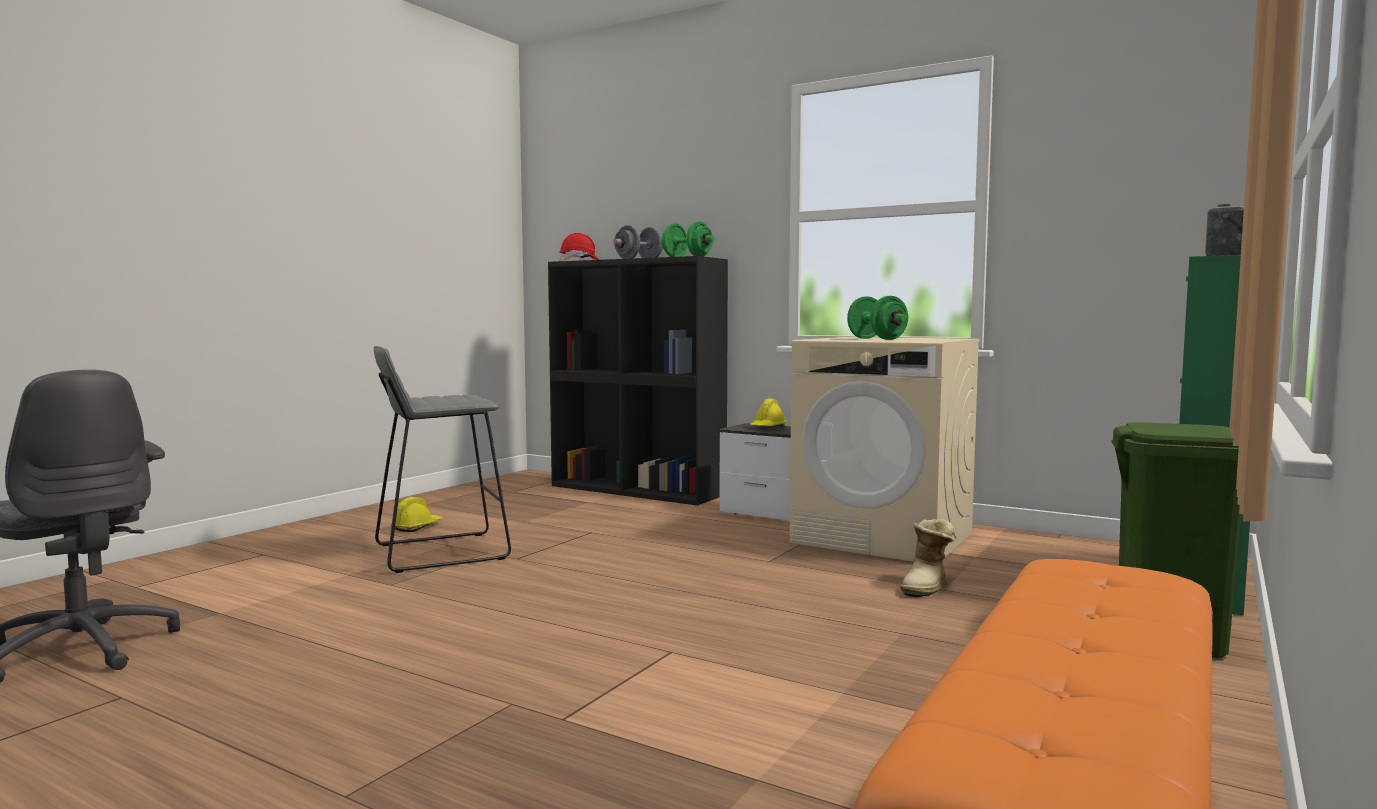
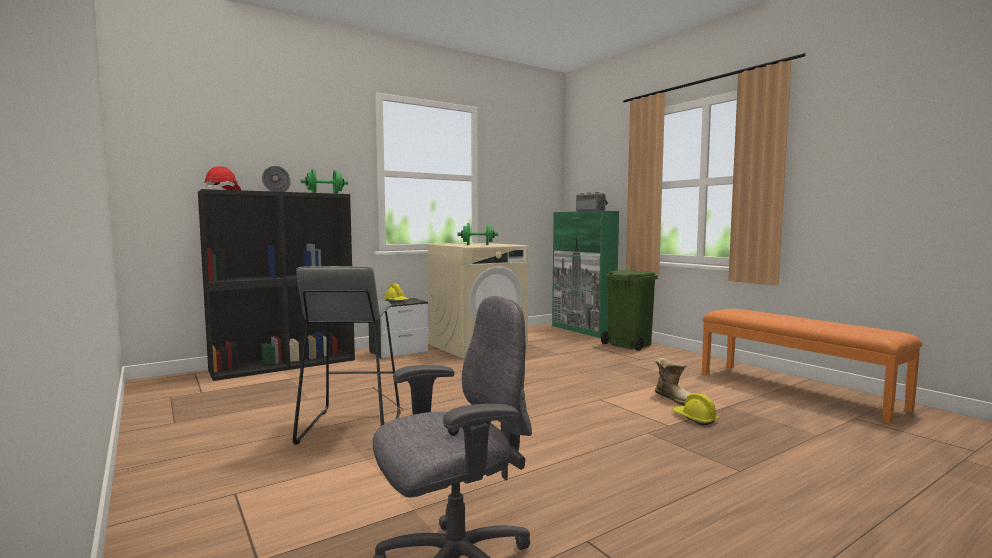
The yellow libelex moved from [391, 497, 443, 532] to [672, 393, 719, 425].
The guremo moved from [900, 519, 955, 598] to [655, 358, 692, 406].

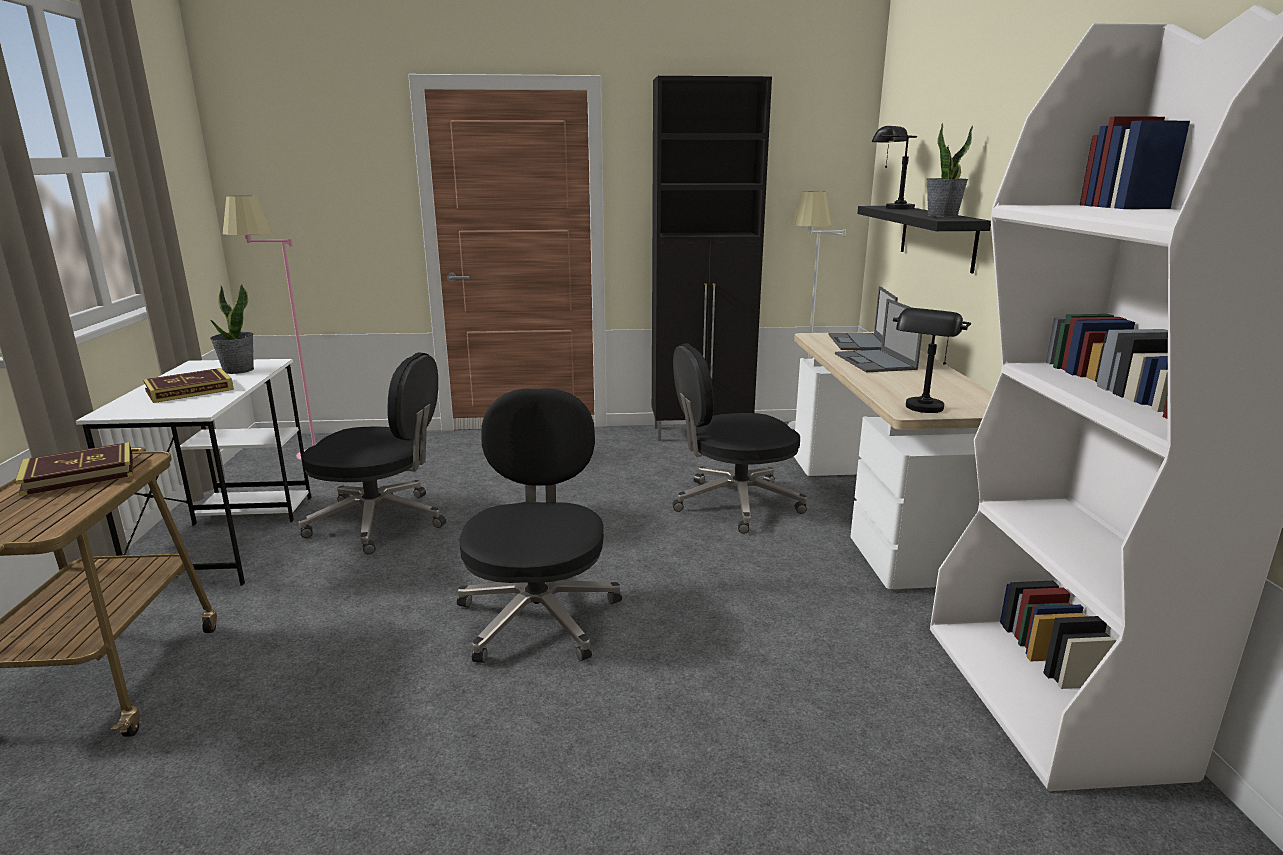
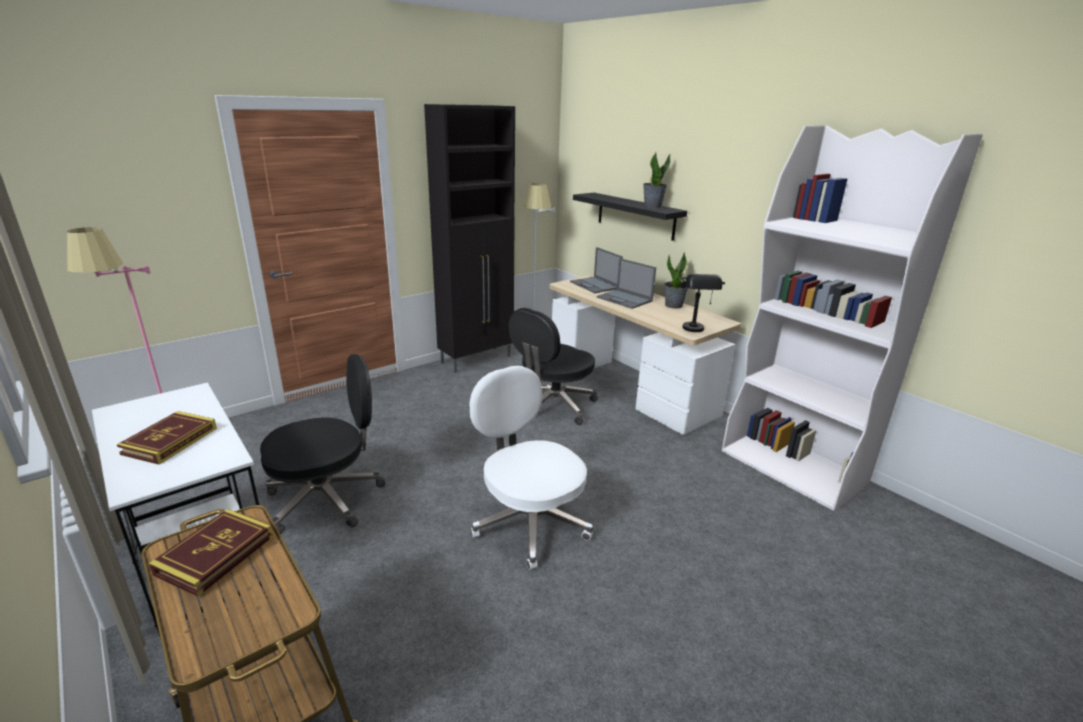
The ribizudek moved from [210, 284, 254, 374] to [664, 252, 688, 309].
The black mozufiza at [457, 388, 622, 663] became the white mozufiza at [470, 366, 593, 570].
The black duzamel at [872, 126, 917, 209] disappeared.

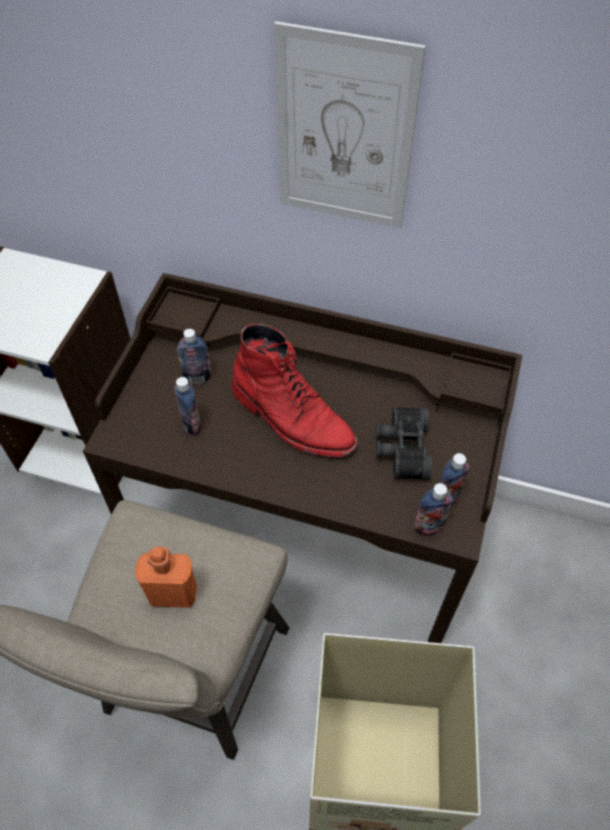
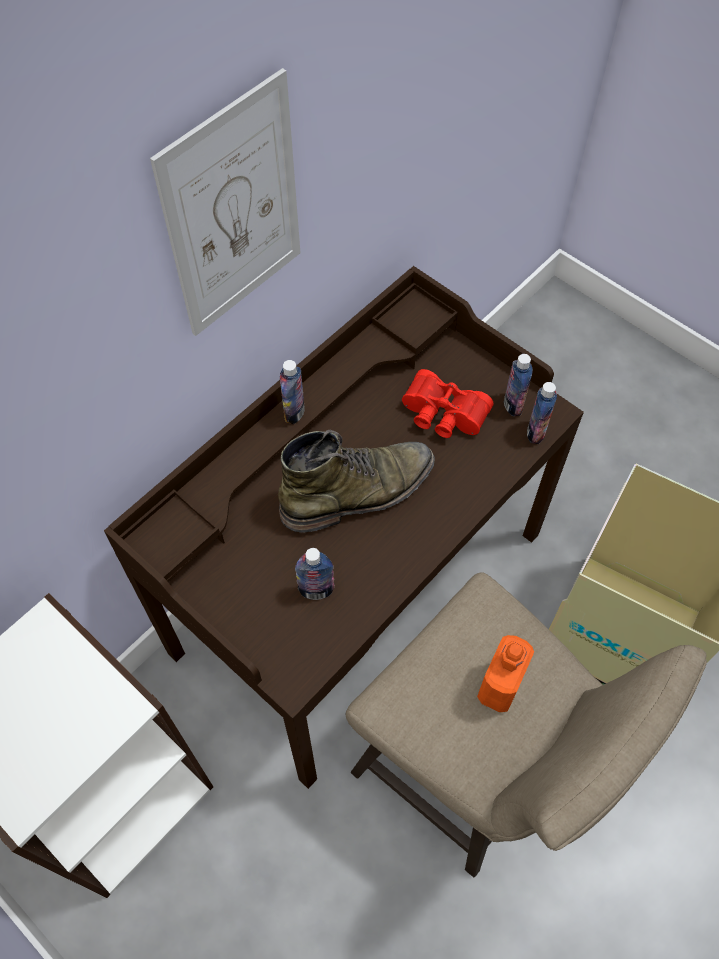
The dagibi moved from [177, 329, 212, 384] to [280, 360, 305, 424].
The red guremo at [232, 324, 357, 457] became the green guremo at [278, 430, 435, 533].
The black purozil at [375, 407, 432, 480] became the red purozil at [402, 369, 494, 438].

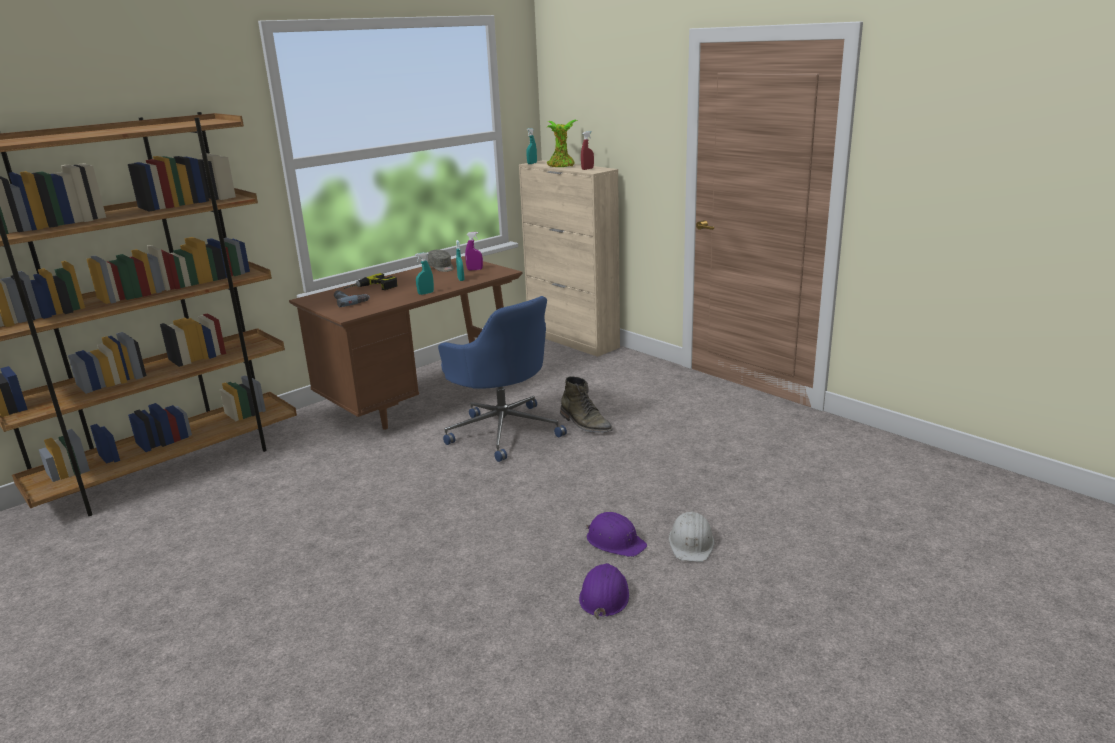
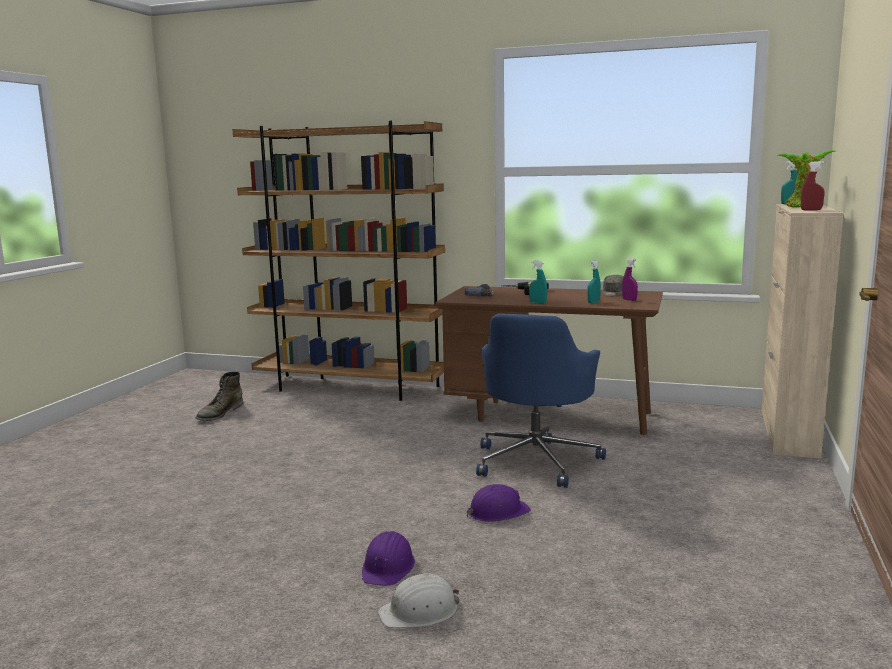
The green guremo moved from [560, 376, 613, 433] to [195, 371, 243, 421].
The purple libelex moved from [579, 563, 629, 620] to [467, 484, 531, 522].

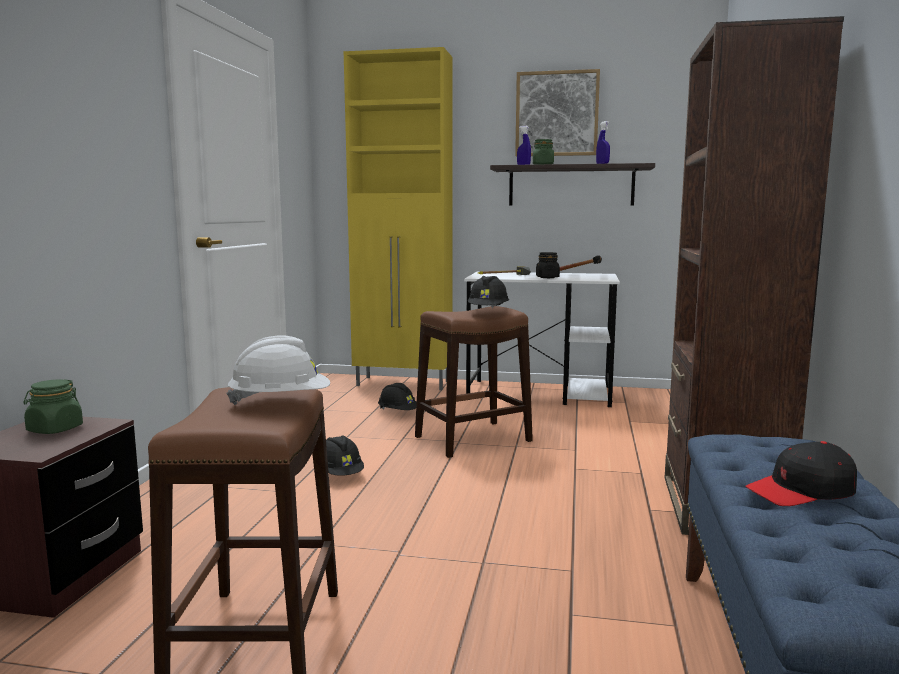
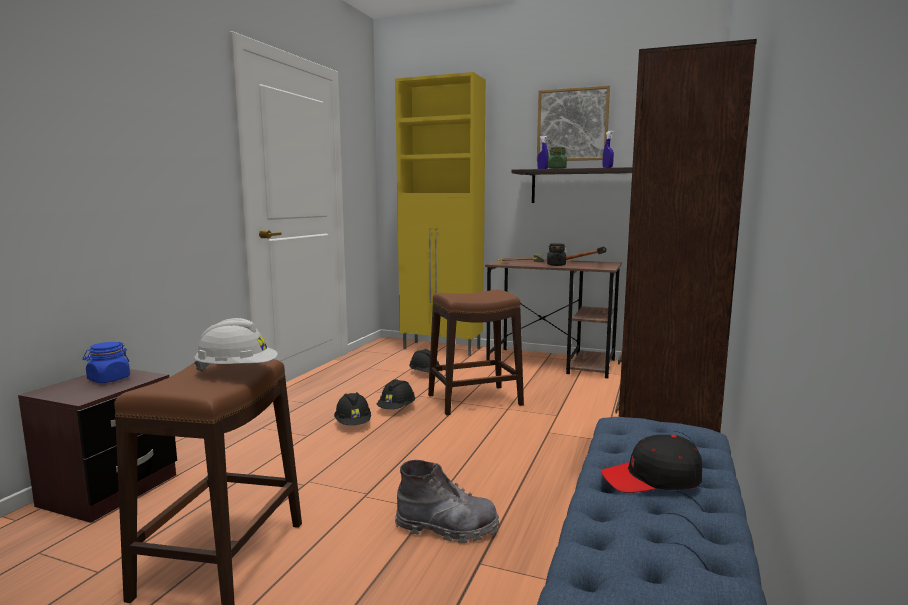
The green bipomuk at [23, 379, 83, 434] became the blue bipomuk at [83, 342, 130, 383].
The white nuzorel at [464, 272, 620, 407] became the brown nuzorel at [485, 258, 622, 379].
The black libelex moved from [468, 276, 509, 308] to [377, 379, 415, 409].
The grey guremo at [395, 460, 499, 543] appeared.

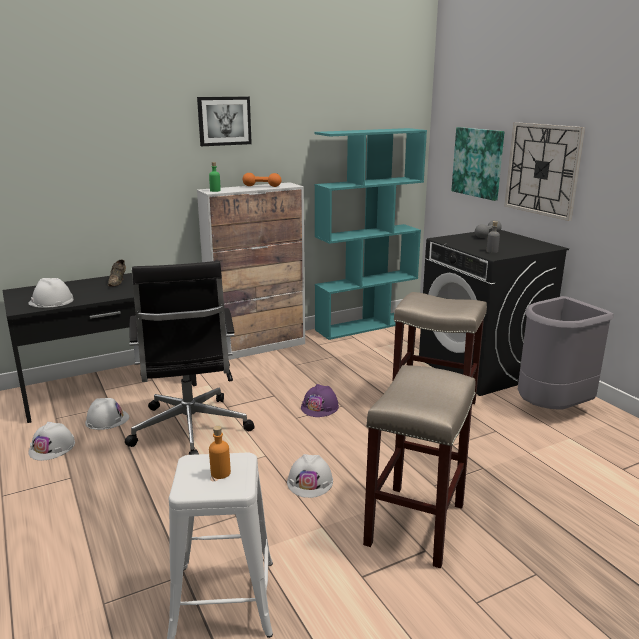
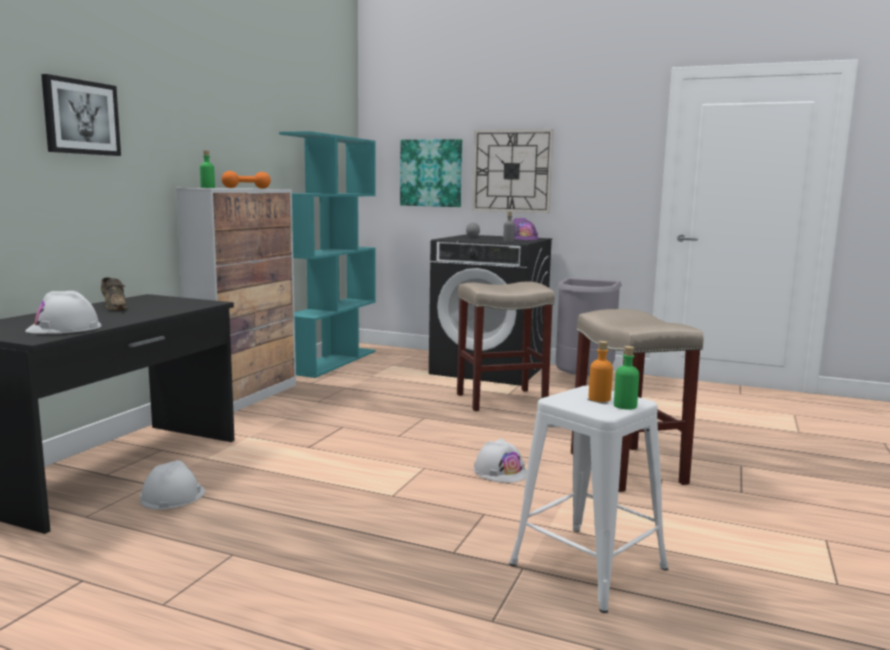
The white libelex at [28, 422, 75, 461] disappeared.
The black mozufiza at [125, 261, 255, 455] disappeared.
The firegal moved from [197, 97, 252, 146] to [41, 74, 121, 156].
The purple libelex moved from [301, 384, 339, 417] to [512, 218, 539, 240].
The green dagibi at [614, 346, 639, 410] appeared.

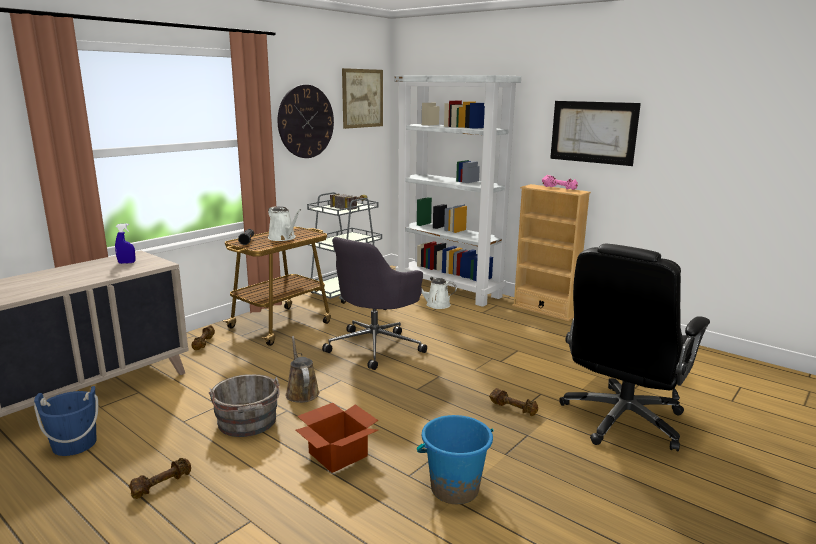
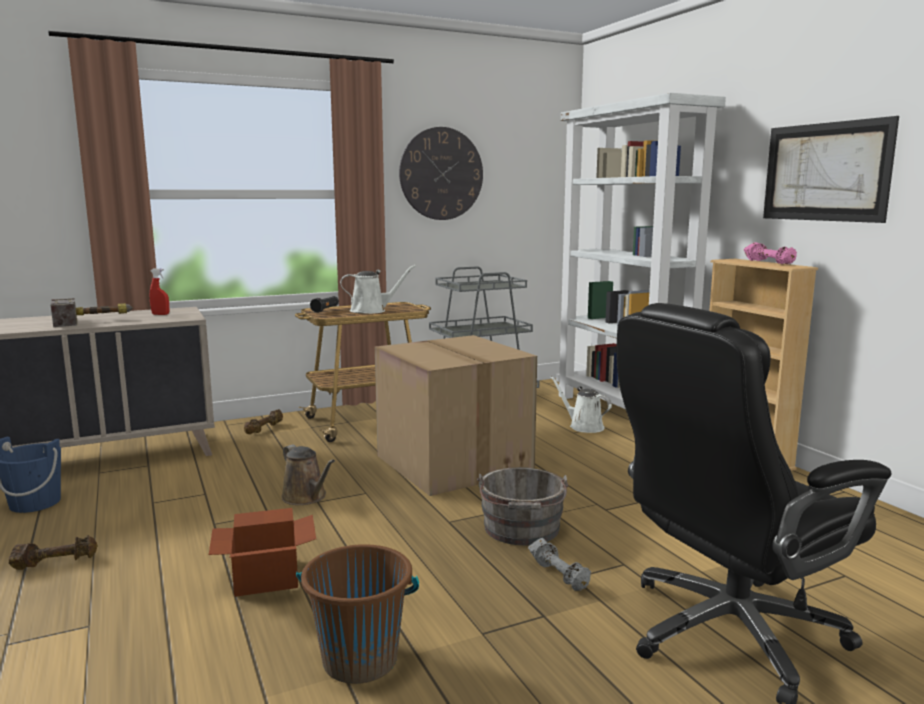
The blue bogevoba at [115, 223, 135, 264] became the red bogevoba at [150, 268, 169, 315].
The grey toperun moved from [209, 374, 280, 437] to [477, 467, 568, 545].
The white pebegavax at [268, 206, 301, 241] turned 90 degrees counterclockwise.
The brown pebegavax at [285, 336, 320, 403] turned 135 degrees clockwise.
The grey mozufiza at [322, 237, 427, 370] was replaced by the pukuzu at [375, 335, 537, 496].
The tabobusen moved from [330, 193, 367, 210] to [51, 298, 133, 327].
The firegal at [342, 68, 383, 129] disappeared.
The blue toperun at [417, 415, 494, 504] became the brown toperun at [296, 544, 419, 684].
The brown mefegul at [489, 388, 538, 416] became the grey mefegul at [528, 538, 591, 591].

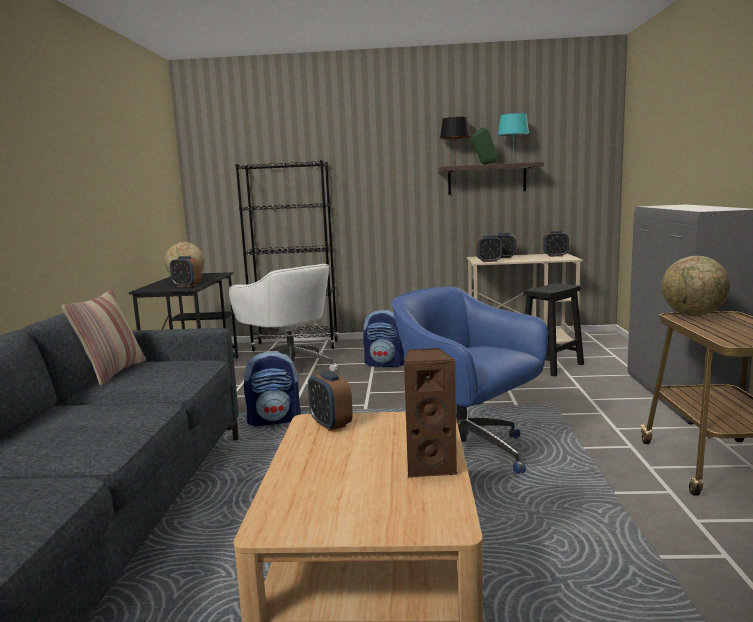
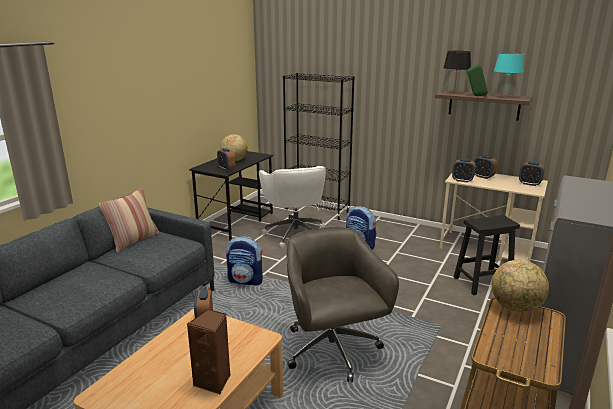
The blue mozufiza at [392, 287, 548, 474] became the grey mozufiza at [286, 227, 399, 382].

